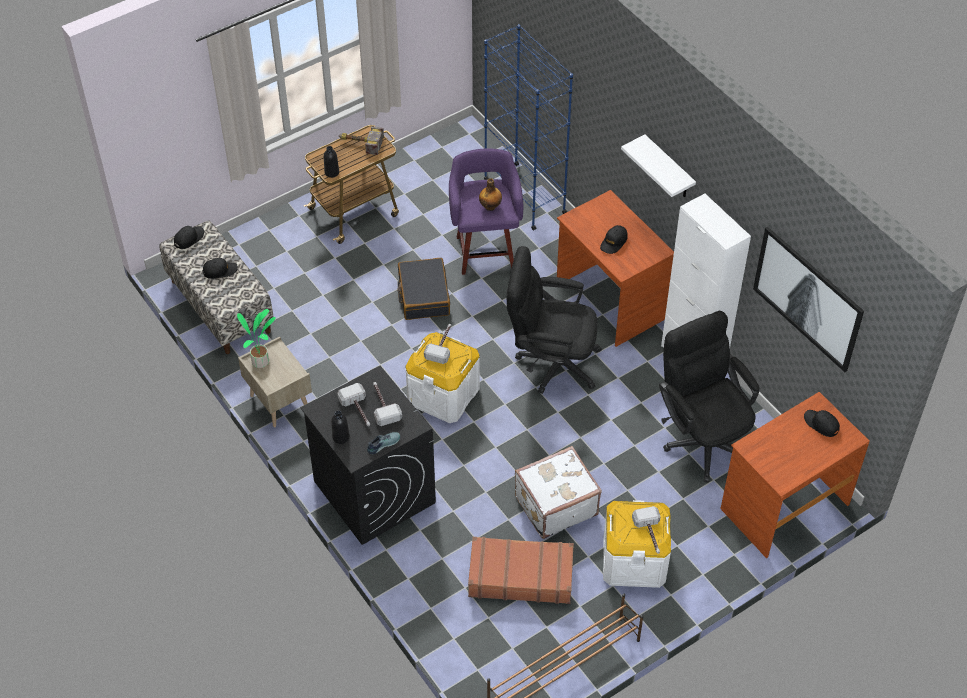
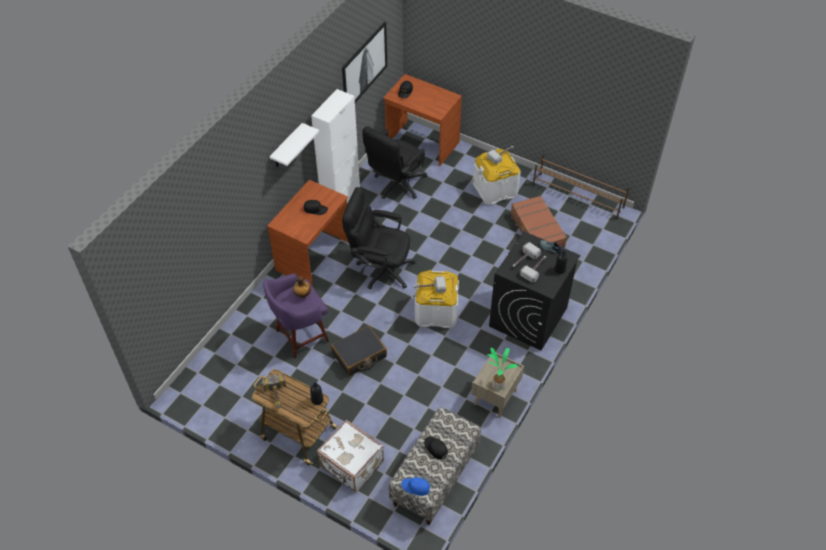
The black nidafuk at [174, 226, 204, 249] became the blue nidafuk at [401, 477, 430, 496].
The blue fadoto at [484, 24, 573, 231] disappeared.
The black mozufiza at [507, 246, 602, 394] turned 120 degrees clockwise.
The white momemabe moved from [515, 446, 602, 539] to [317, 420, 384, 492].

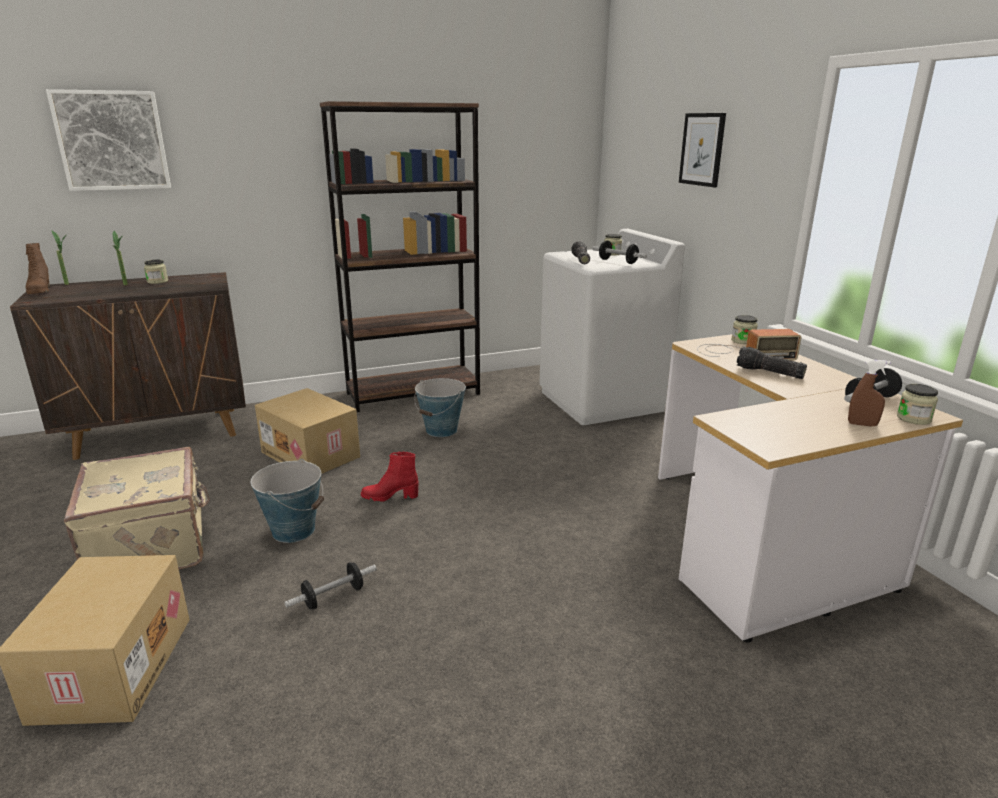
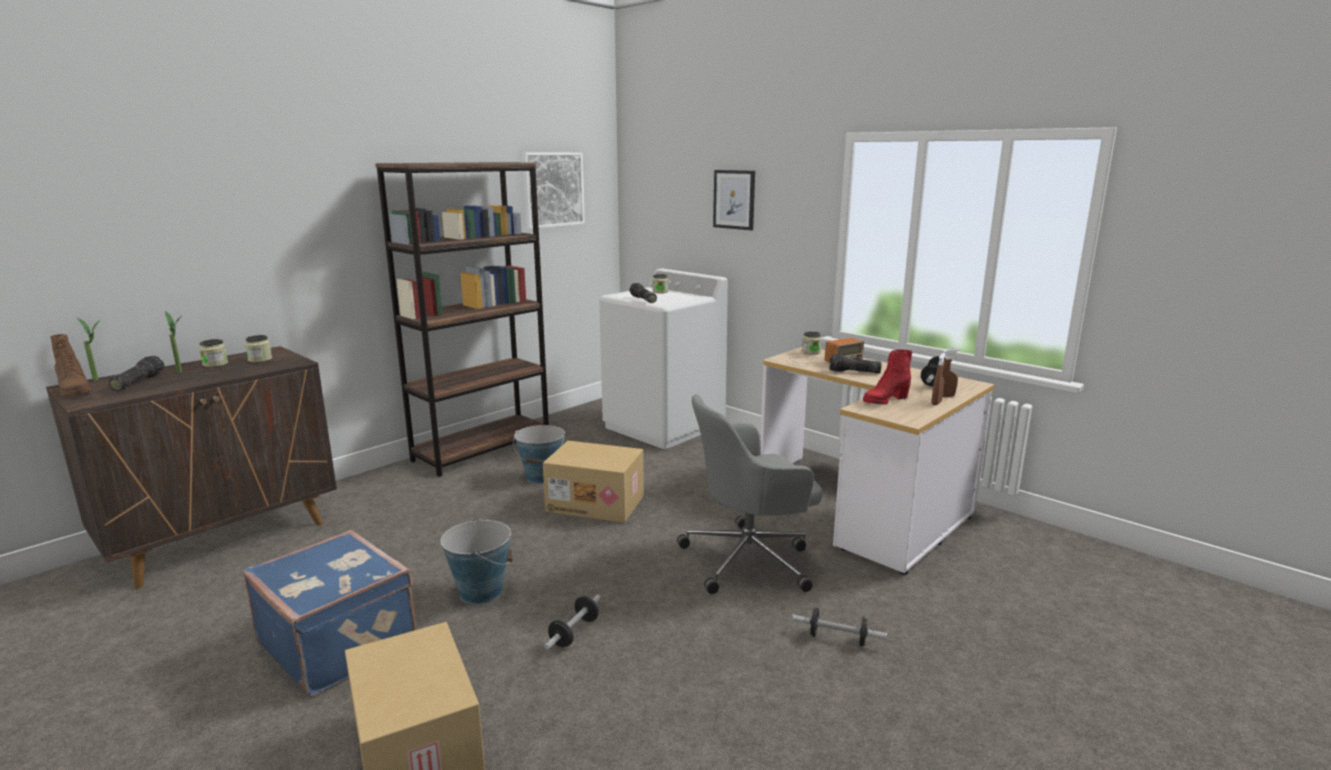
The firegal moved from [46, 89, 171, 191] to [522, 153, 585, 229].
The beige momemabe at [64, 447, 210, 569] became the blue momemabe at [243, 530, 417, 696].
The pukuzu moved from [255, 388, 360, 474] to [543, 441, 644, 523].
The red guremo moved from [361, 451, 418, 502] to [863, 349, 913, 405].
The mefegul moved from [592, 240, 647, 264] to [792, 608, 887, 647].
The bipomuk moved from [897, 384, 938, 425] to [245, 335, 272, 362].
The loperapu at [109, 356, 164, 391] appeared.
The grey mozufiza at [677, 394, 823, 594] appeared.
The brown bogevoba at [931, 353, 946, 405] appeared.

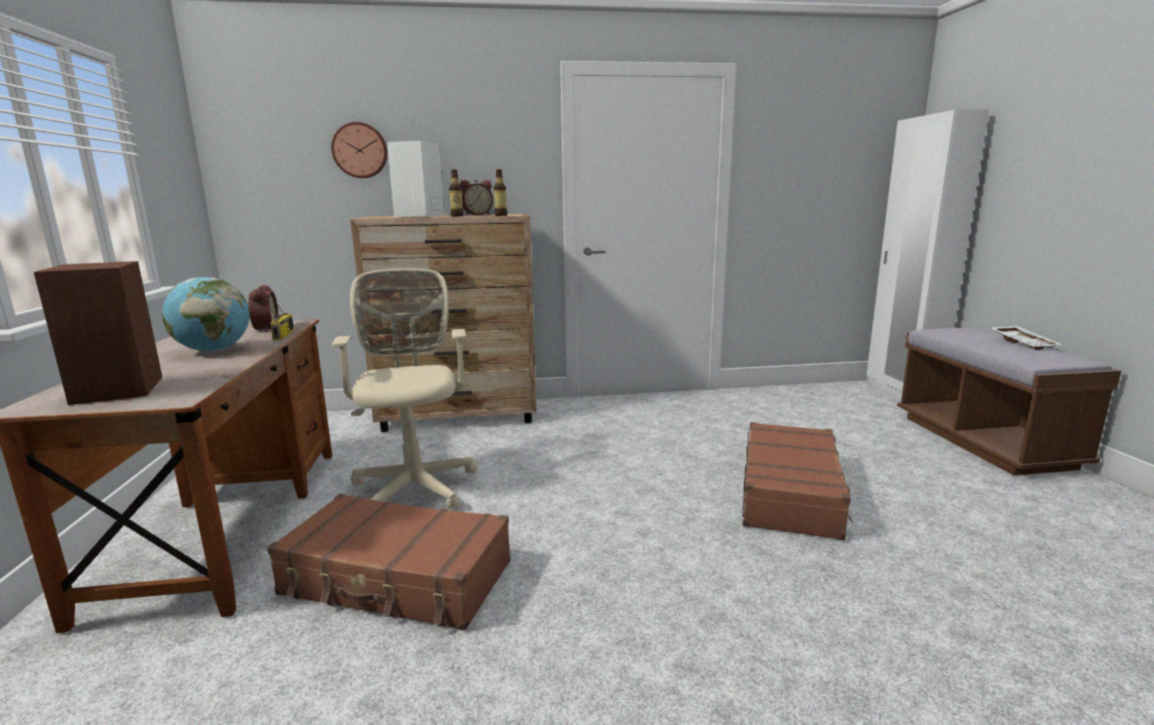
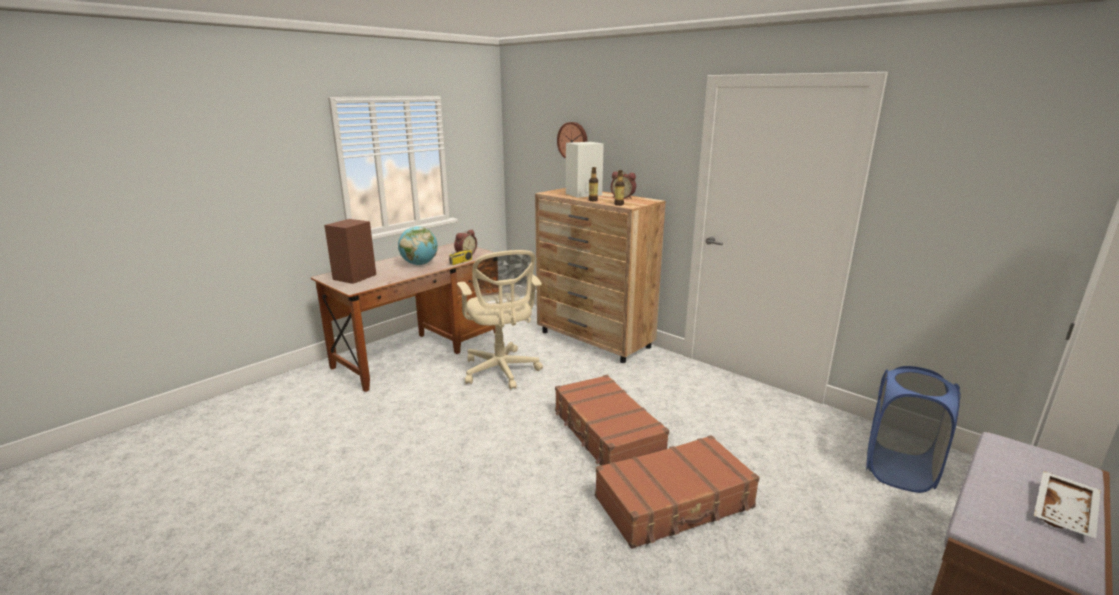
The brown momemabe moved from [267, 494, 511, 630] to [555, 375, 669, 466].
The beige mozufiza at [332, 268, 477, 509] turned 120 degrees clockwise.
The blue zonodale at [866, 366, 961, 493] appeared.

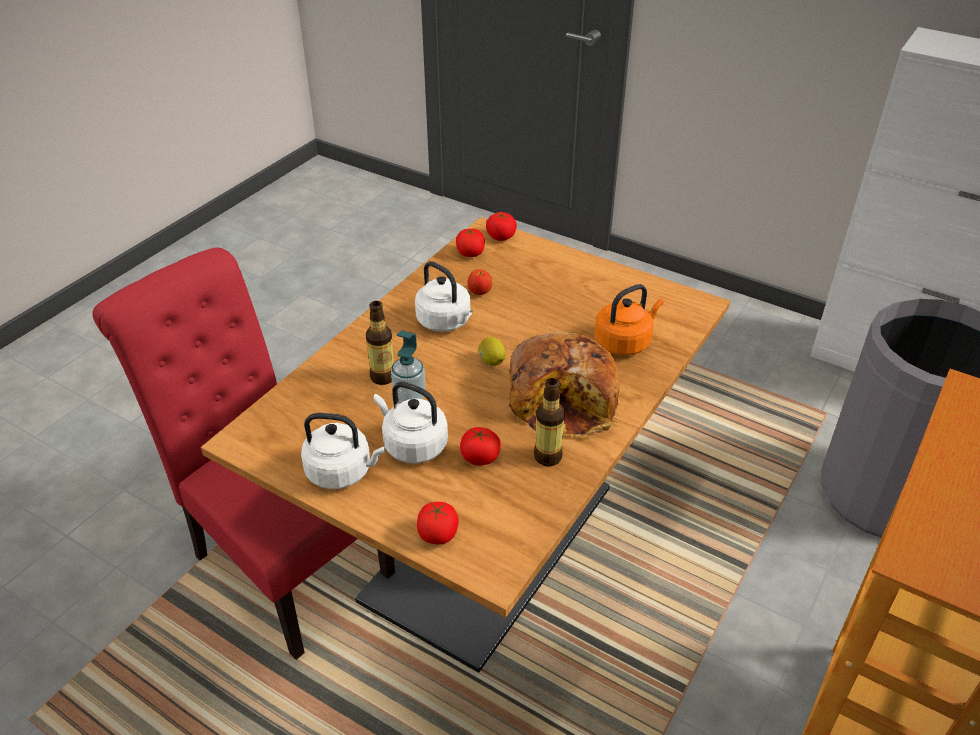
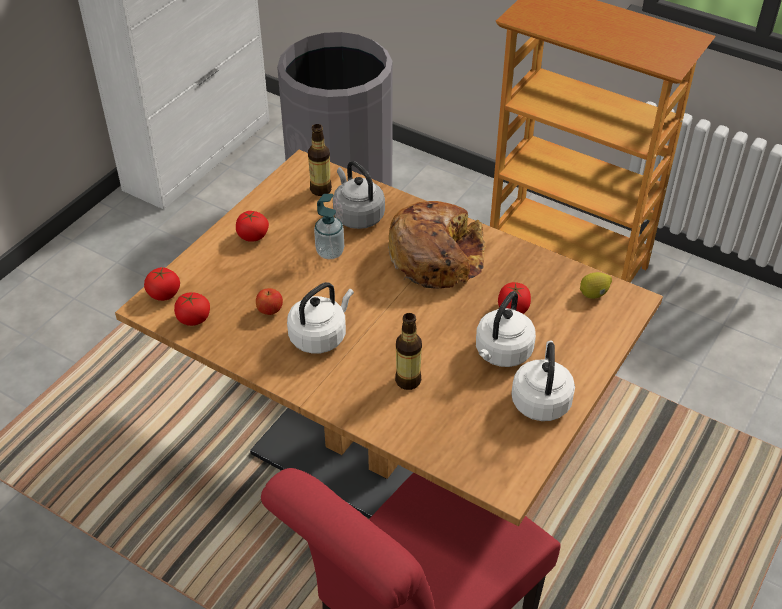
The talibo moved from [391, 330, 426, 403] to [314, 194, 344, 259].
The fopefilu moved from [417, 502, 459, 544] to [236, 211, 269, 242].
The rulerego moved from [479, 337, 505, 366] to [580, 272, 612, 299].
The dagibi moved from [534, 378, 565, 466] to [308, 124, 332, 196].
The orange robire at [595, 284, 664, 355] became the grey robire at [333, 161, 385, 229].

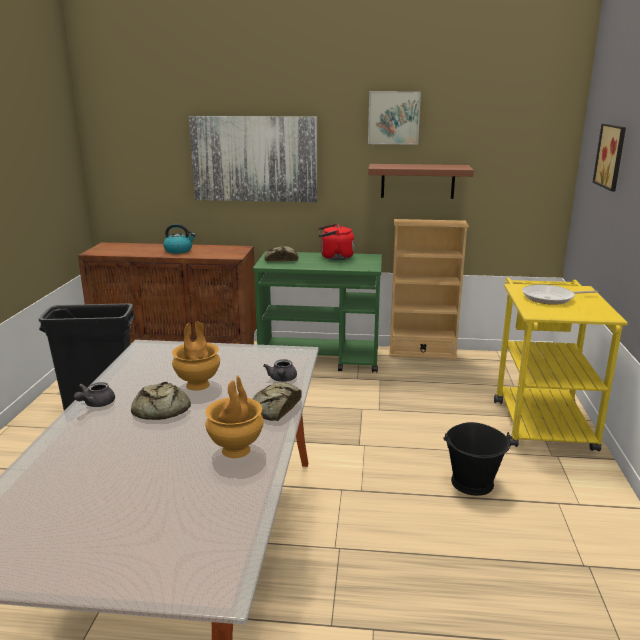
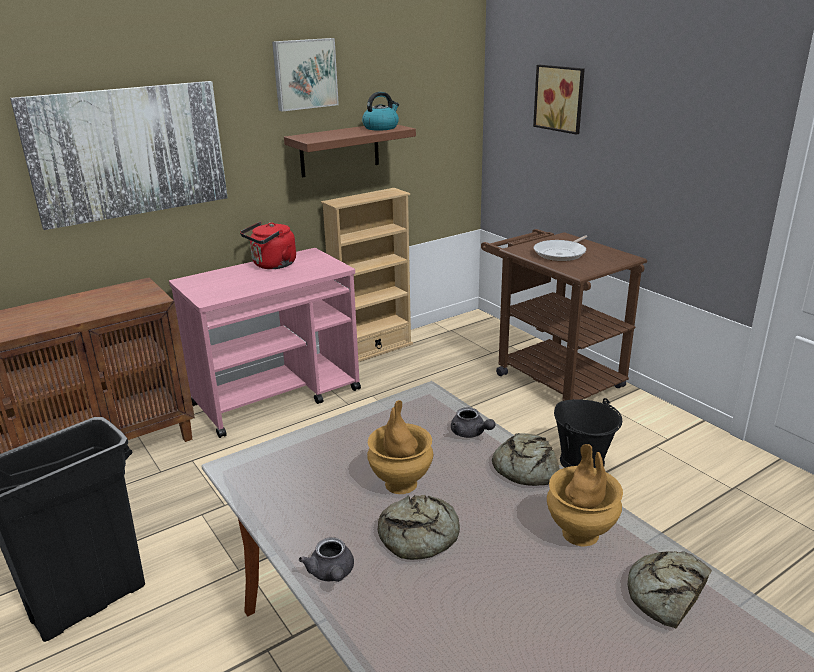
The robire moved from [163, 224, 196, 253] to [362, 92, 399, 131].
The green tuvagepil at [253, 251, 382, 373] became the pink tuvagepil at [169, 248, 361, 438].
The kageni moved from [264, 246, 298, 262] to [628, 551, 712, 628].
The yellow tuvagepil at [494, 278, 628, 451] became the brown tuvagepil at [481, 229, 647, 401].

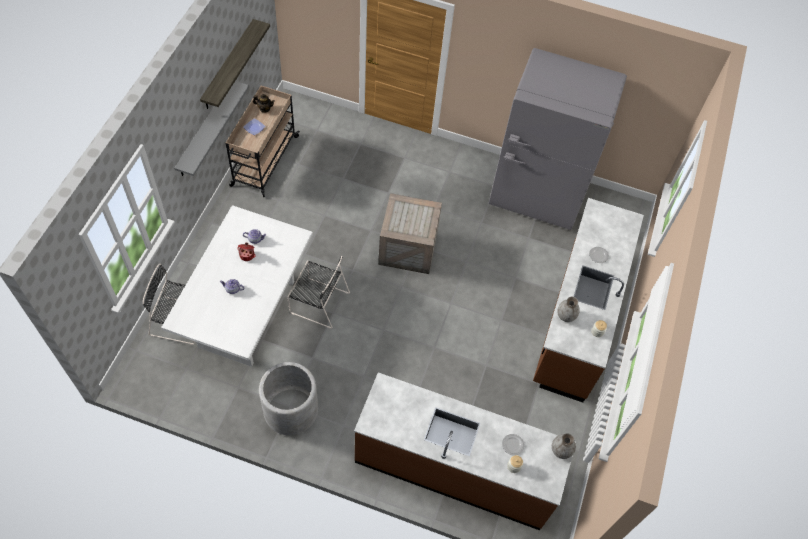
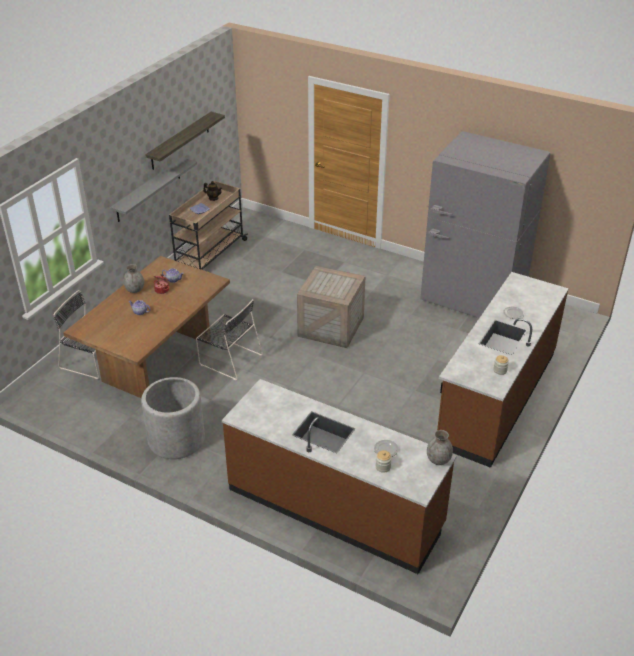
The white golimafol at [161, 205, 313, 367] became the brown golimafol at [63, 256, 230, 398].
The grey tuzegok moved from [557, 297, 580, 322] to [124, 264, 144, 293].

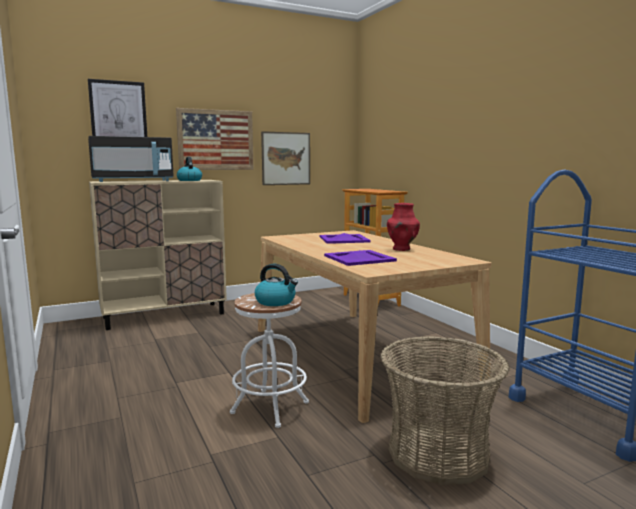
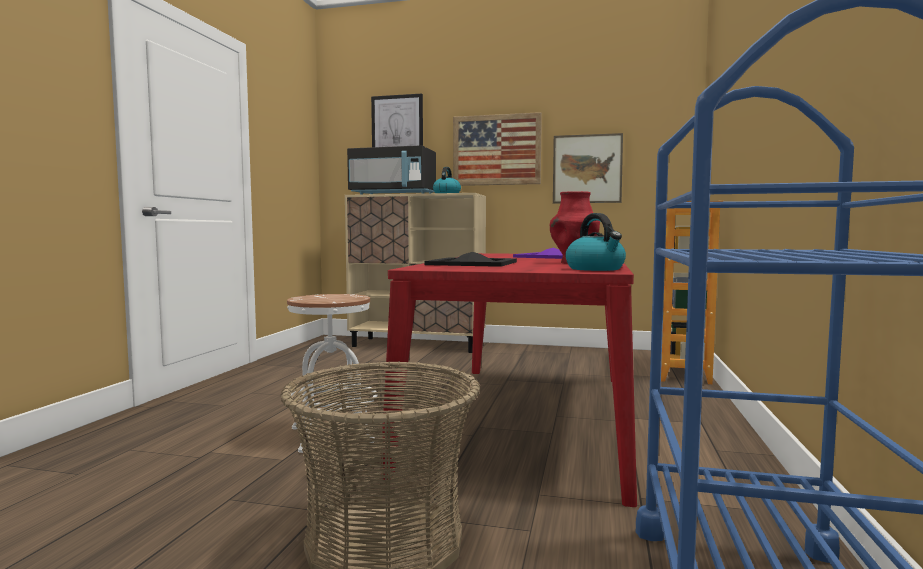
The robire moved from [255, 264, 298, 306] to [566, 213, 626, 271].
The beige golimafol at [258, 230, 491, 423] became the red golimafol at [381, 253, 637, 507].
The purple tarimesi at [324, 250, 397, 266] became the black tarimesi at [424, 252, 517, 267].

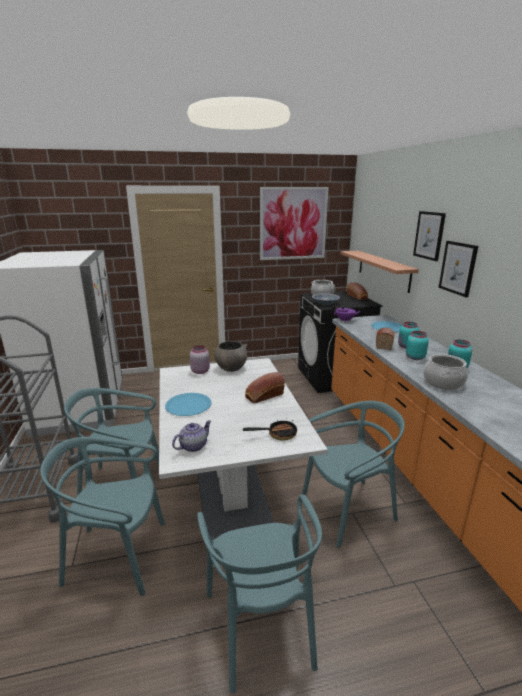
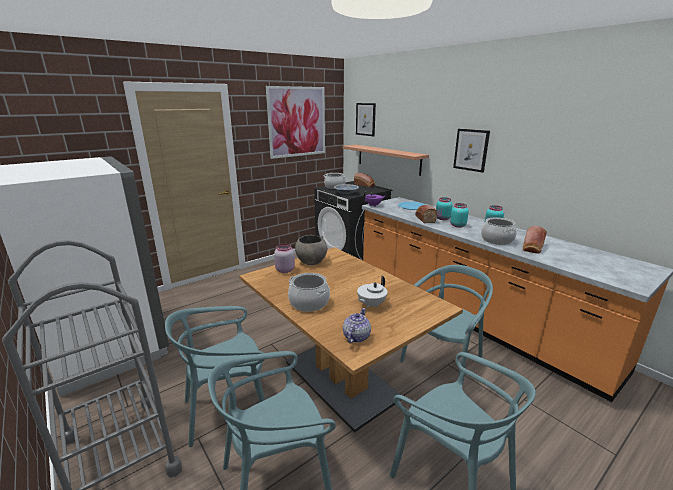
The white golimafol at [159, 358, 328, 540] became the brown golimafol at [239, 247, 463, 433].
The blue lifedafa at [165, 393, 211, 416] was replaced by the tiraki at [288, 273, 330, 312].
The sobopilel at [243, 418, 297, 441] disappeared.
The kageni moved from [245, 372, 285, 403] to [523, 226, 547, 254].
The firegal moved from [413, 211, 446, 261] to [356, 103, 376, 136].
The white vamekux at [357, 276, 387, 308] appeared.

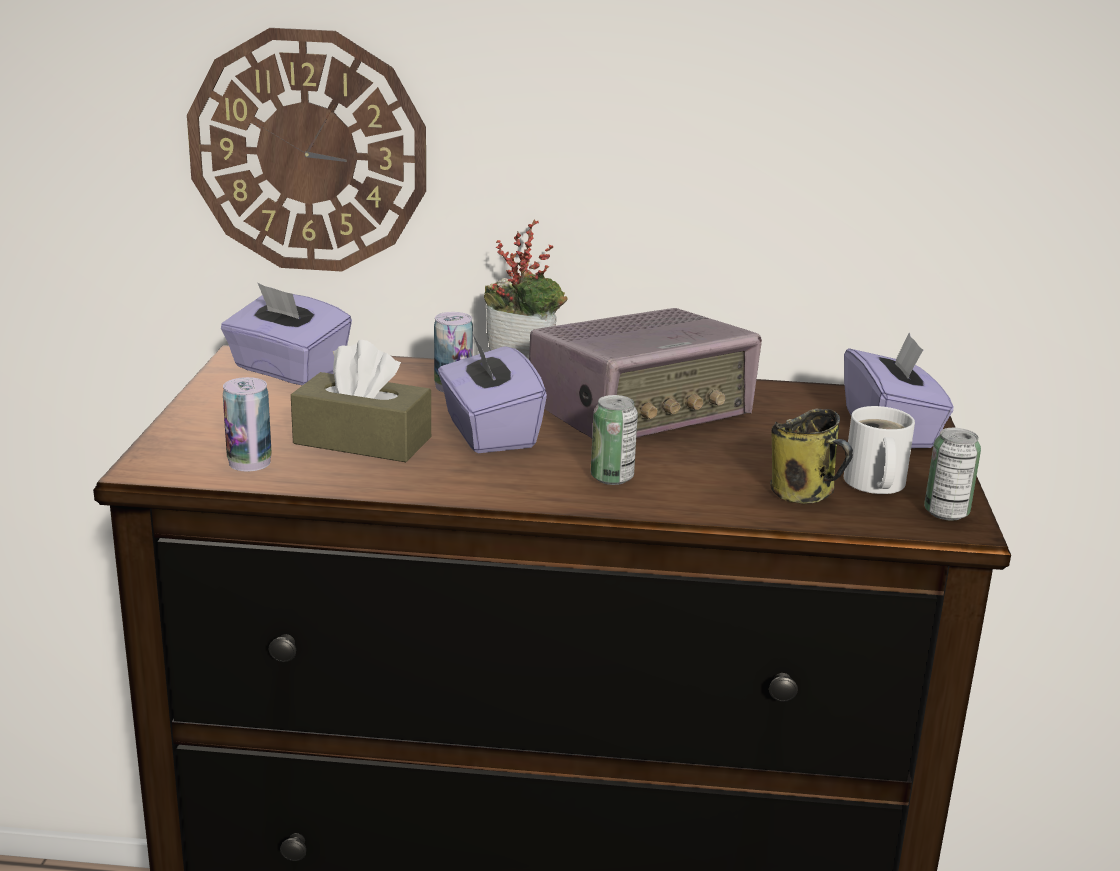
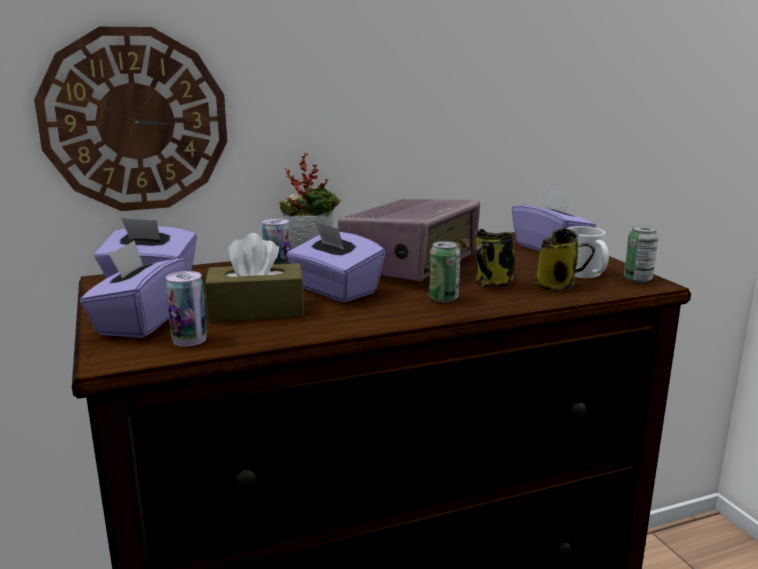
The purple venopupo at [80, 241, 186, 338] appeared.
The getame at [474, 229, 515, 287] appeared.

